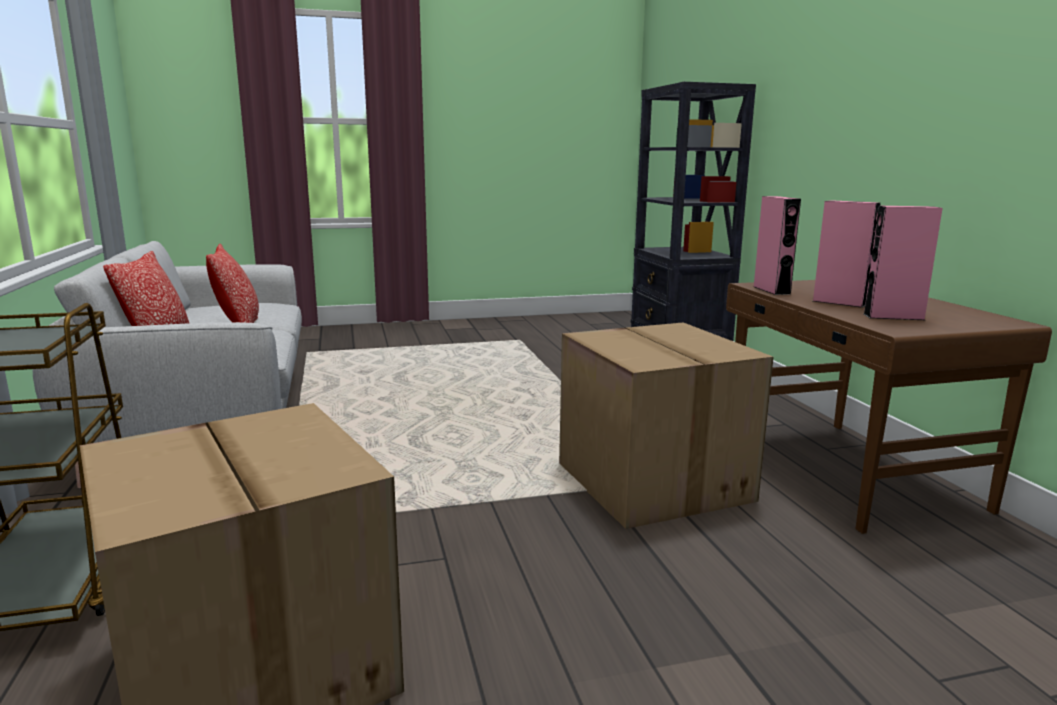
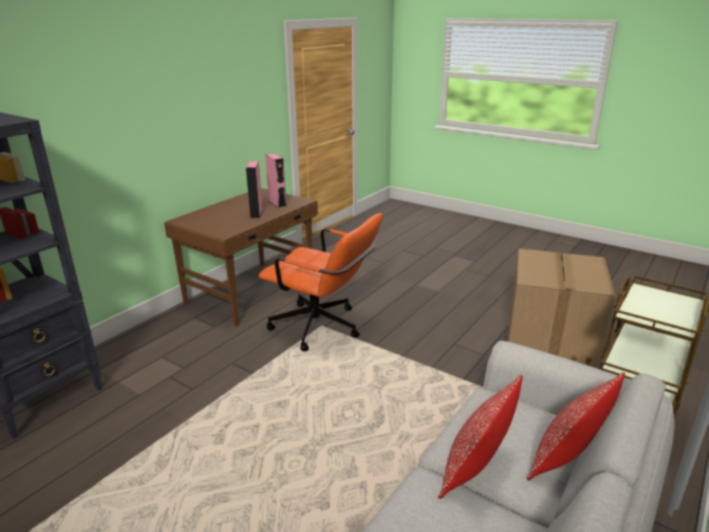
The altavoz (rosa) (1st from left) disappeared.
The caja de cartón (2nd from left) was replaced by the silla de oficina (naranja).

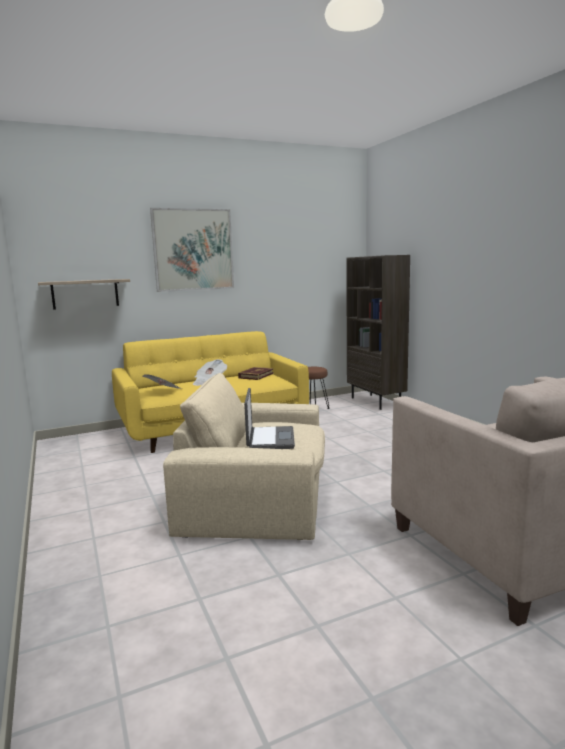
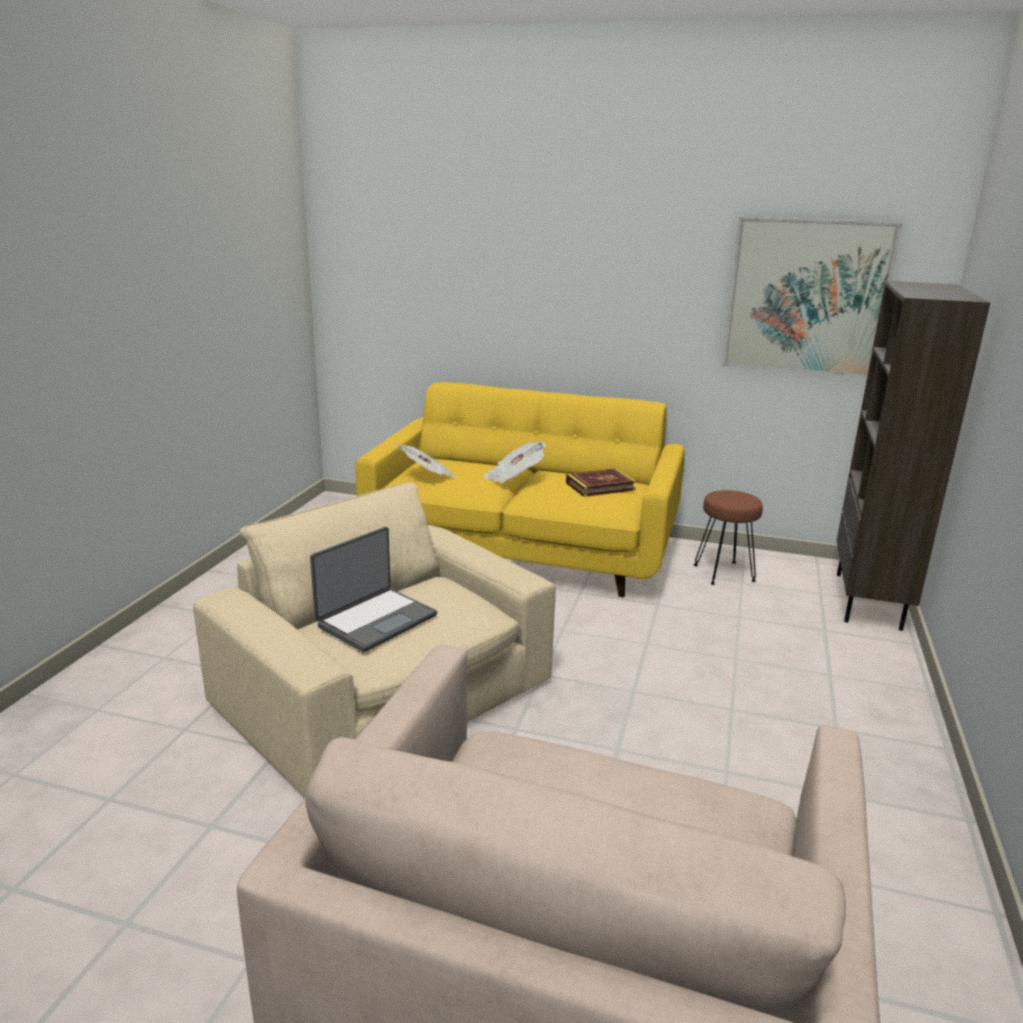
The cuadro moved.
The estante disappeared.

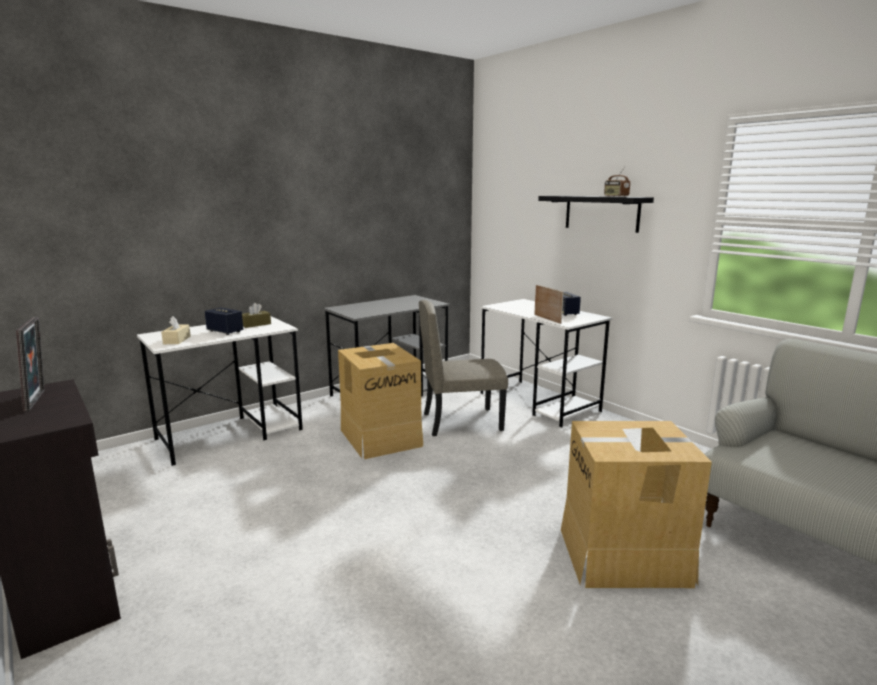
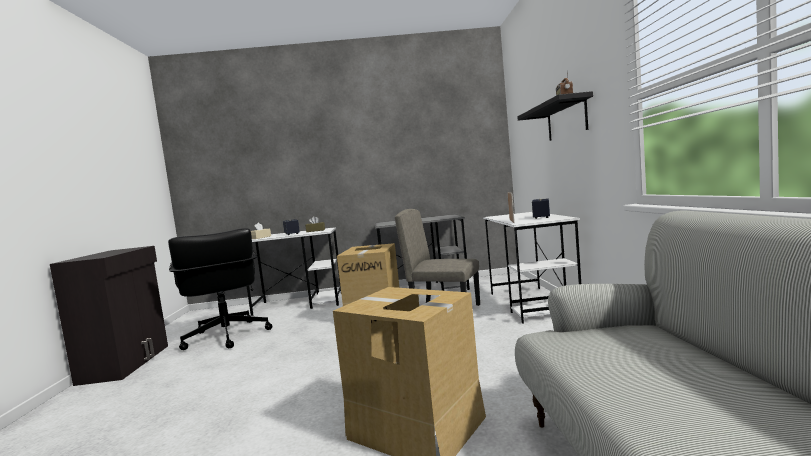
The portarretratos (1st from left) disappeared.
The silla de oficina (negro) appeared.

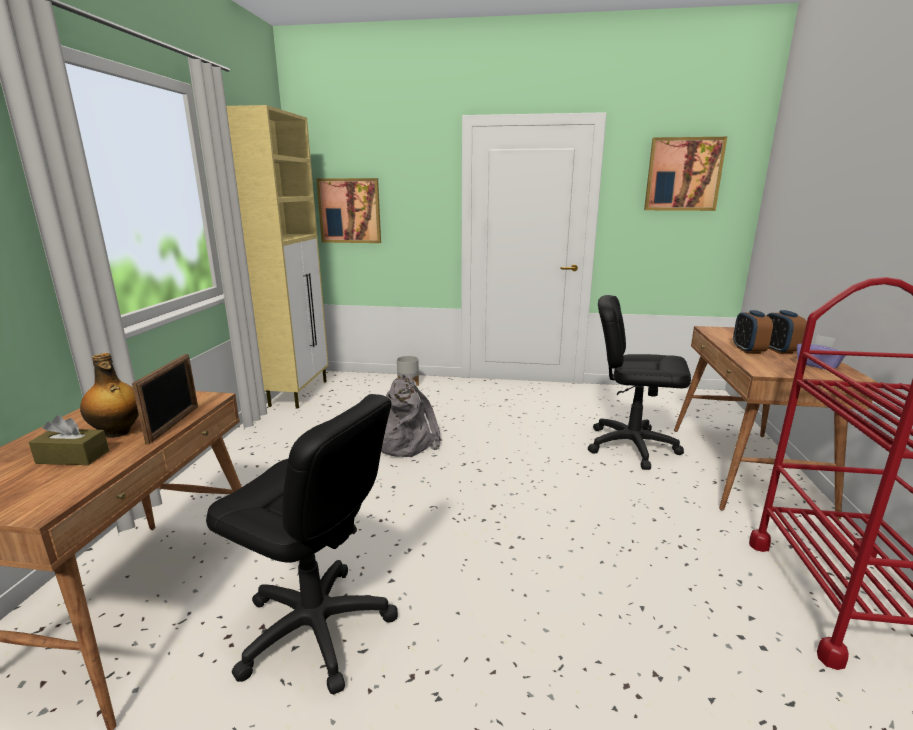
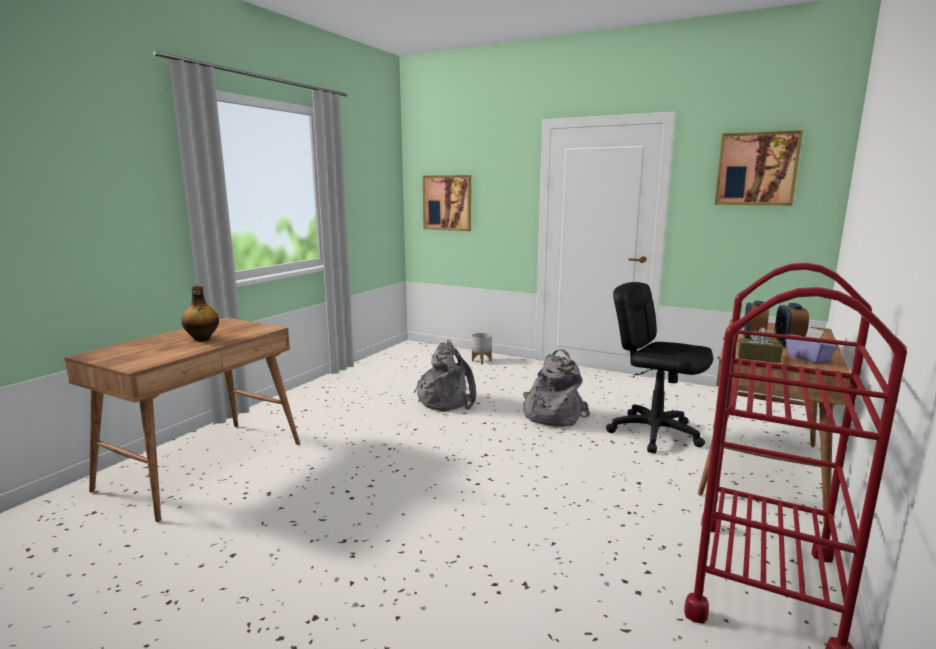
The armario (beis) disappeared.
The portarretratos disappeared.
The silla de oficina (negro) (1st from left) disappeared.
The caja de pañuelos (marrón) moved.
The mochila (gris) (2nd from left) appeared.

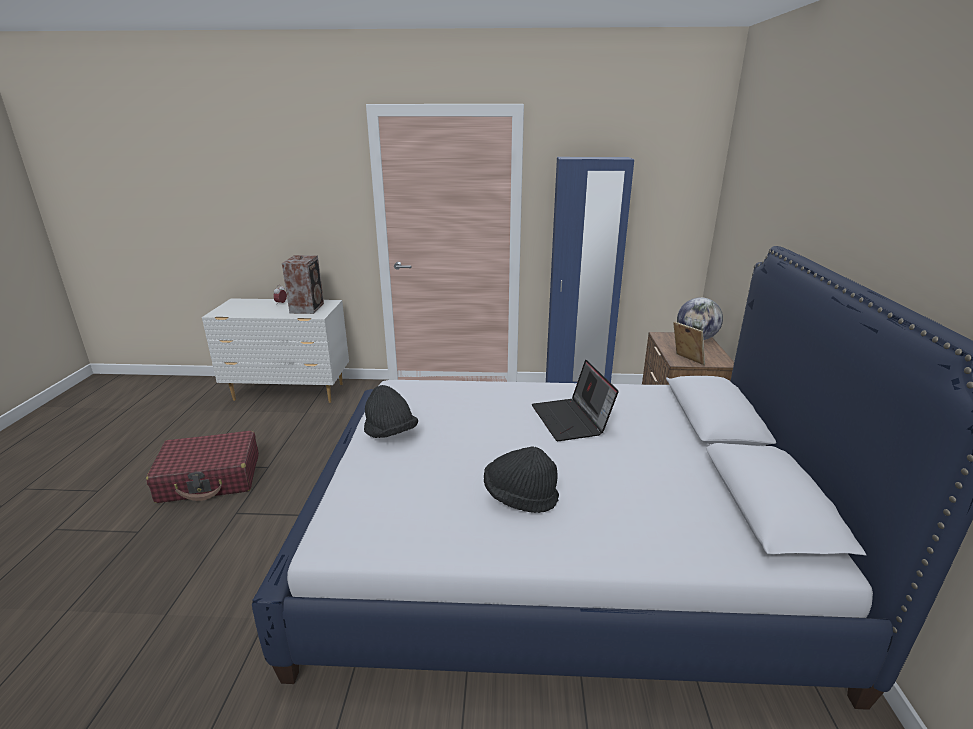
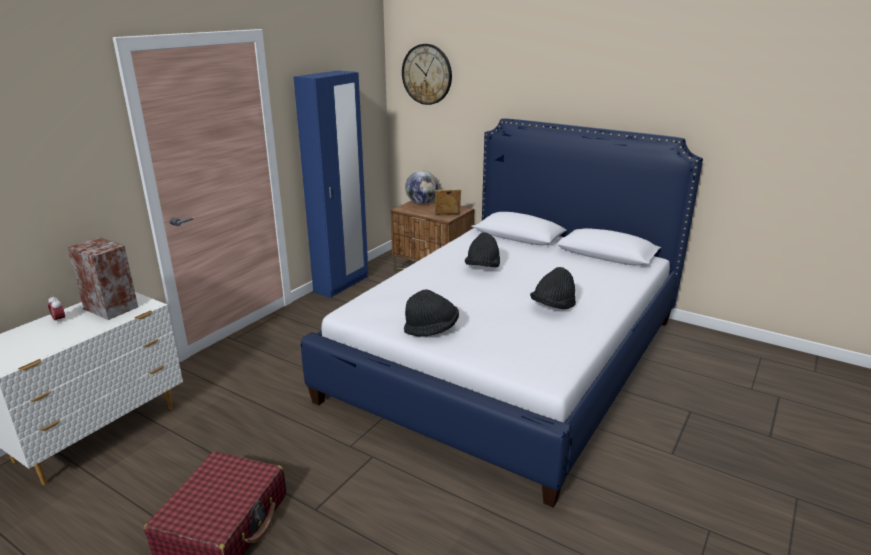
The portátil was replaced by the sombrero (negro) (2nd from left).
The reloj de pared appeared.

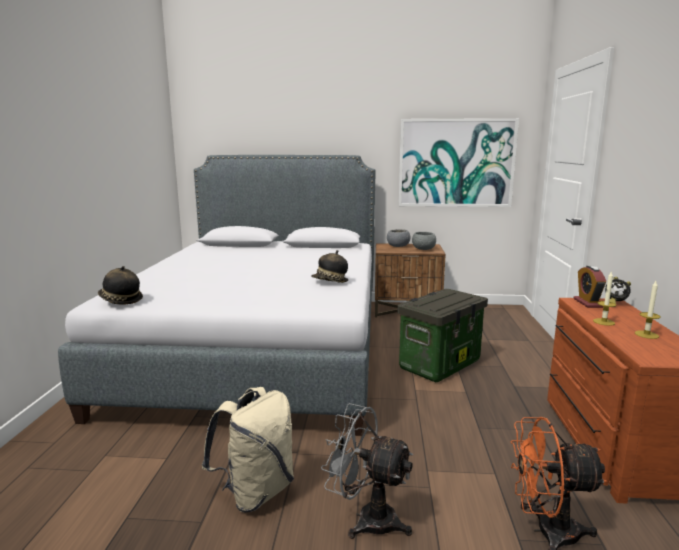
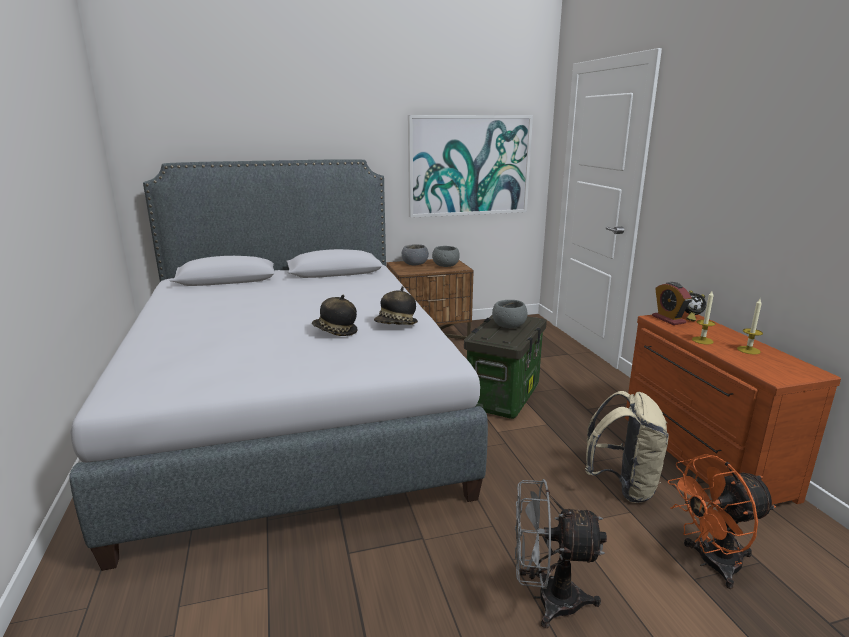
The sombrero (1st from left) moved.
The mochila (beis) moved.
The cuenco (gris) (3rd from left) appeared.

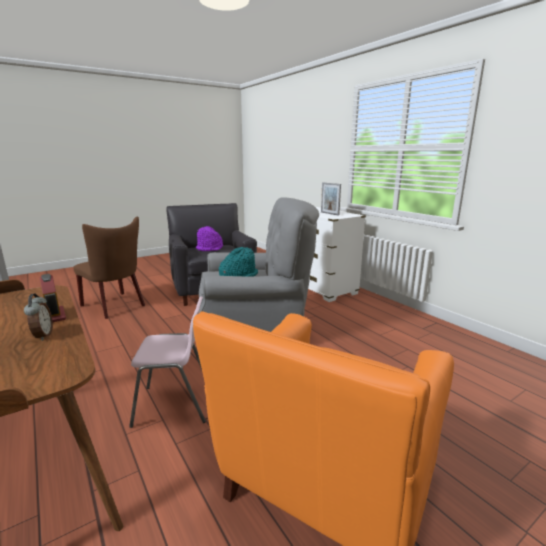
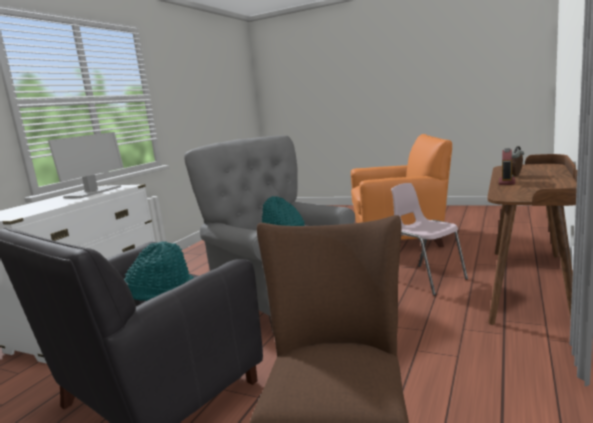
The portarretratos was replaced by the monitor.
The sombrero (morado) became the sombrero (turquesa) (1st from left).

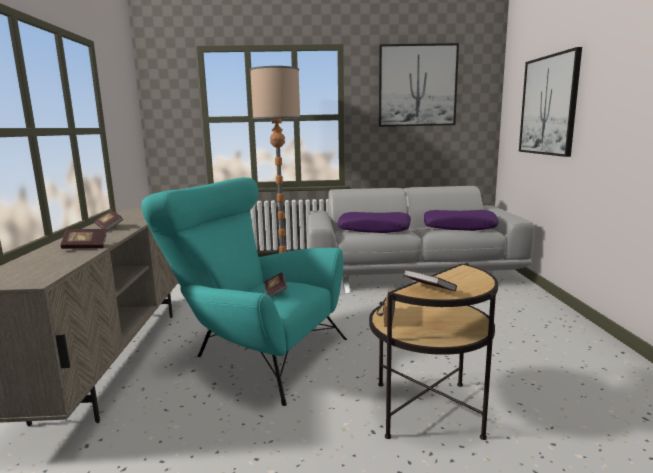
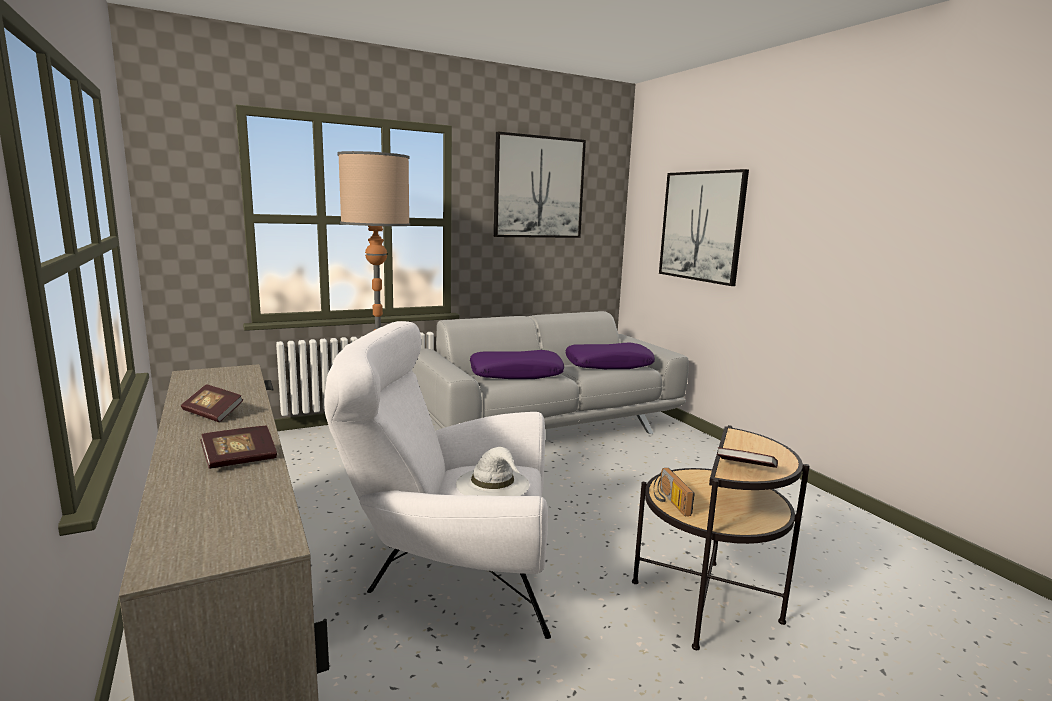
The sillón (turquesa) became the sillón (blanco).
The libro (3rd from left) was replaced by the sombrero (blanco).

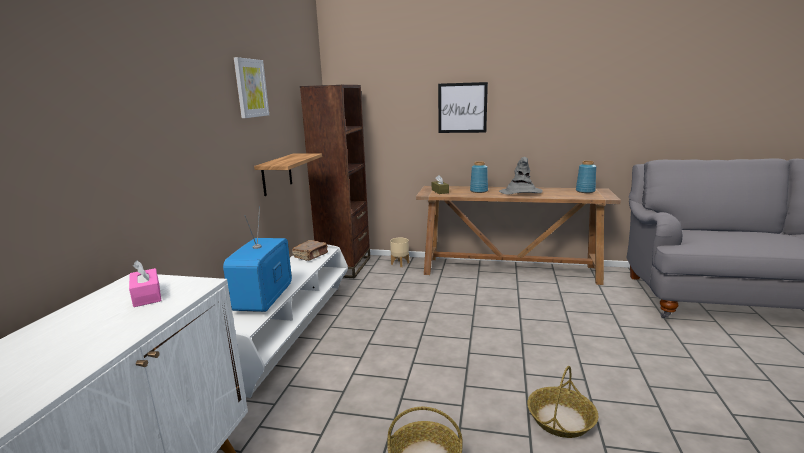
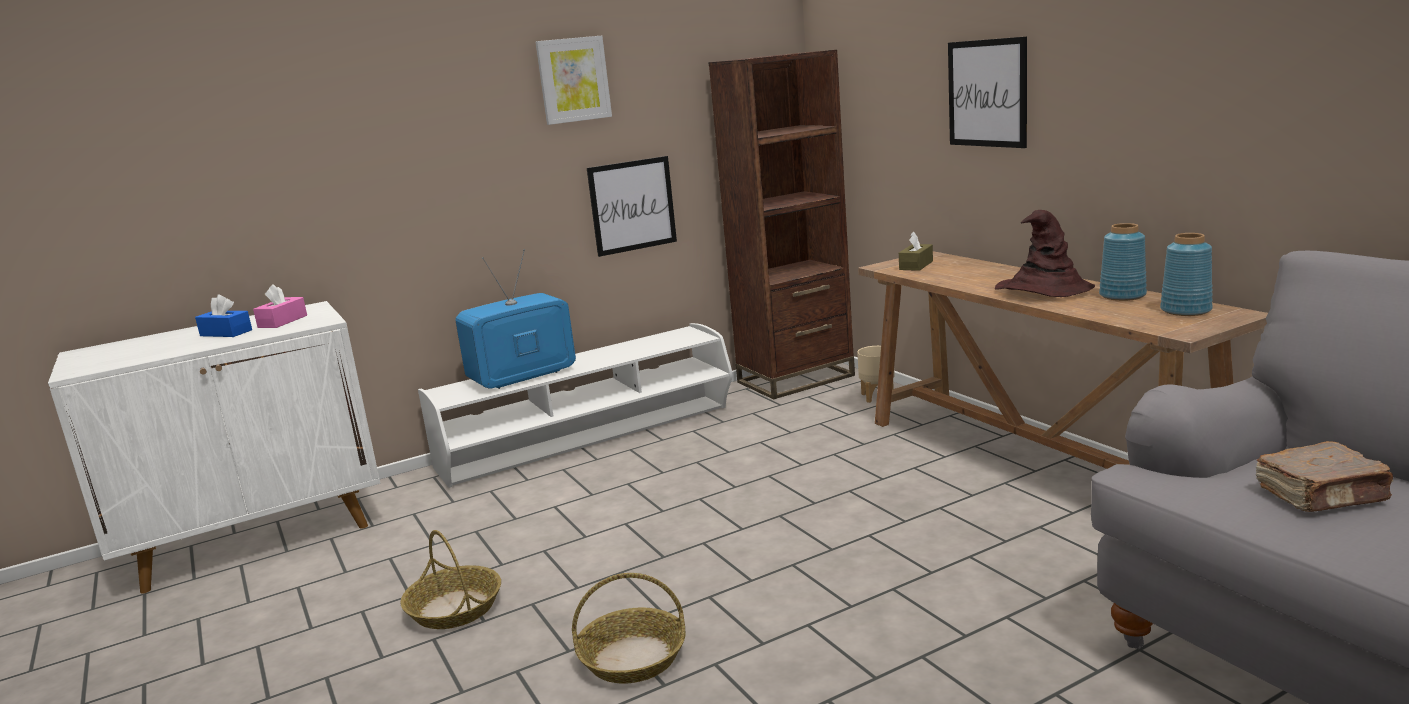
The estante was replaced by the cuadro (2nd from left).
The sombrero (gris) became the sombrero (marrón).
The florero (azul) (1st from left) moved.
The libro (marrón) moved.
The caja de pañuelos (azul) appeared.

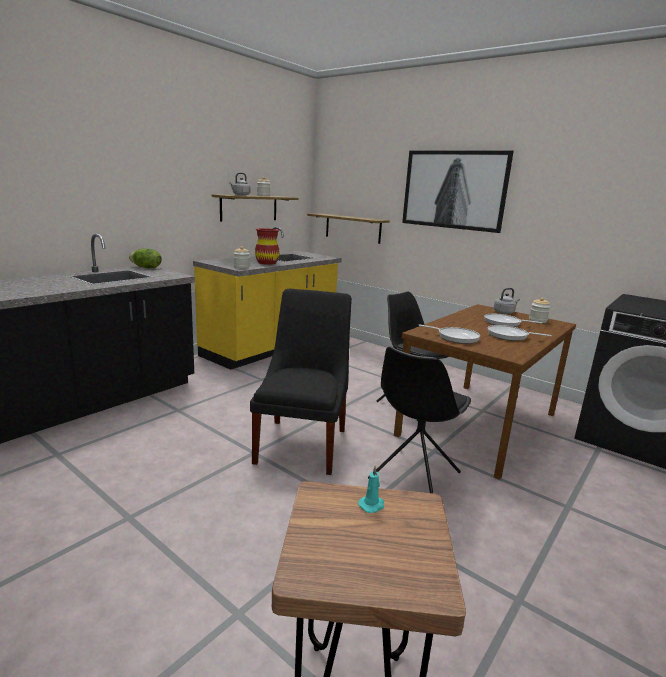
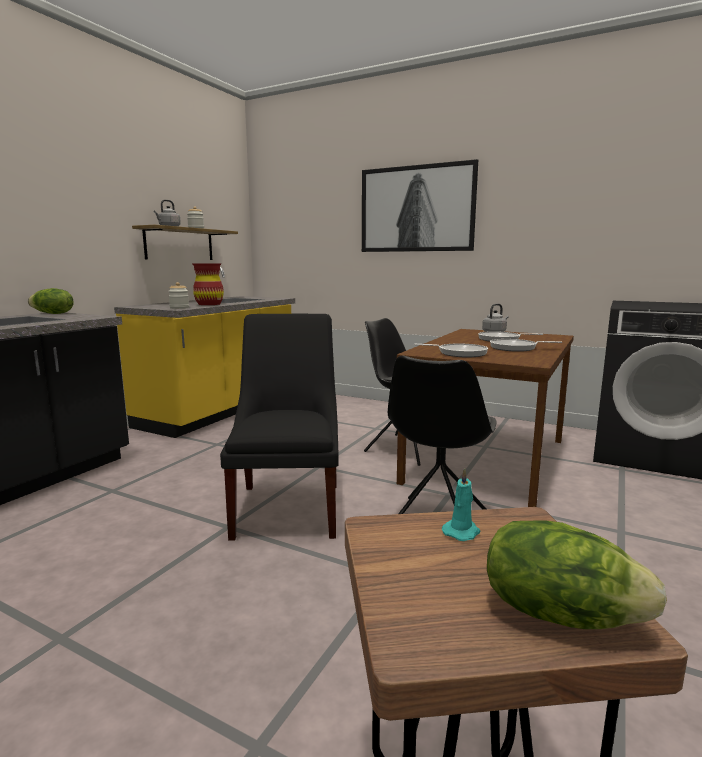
The estante (2nd from left) disappeared.
The tarro (3rd from left) disappeared.
The lechuga (2nd from left) appeared.

